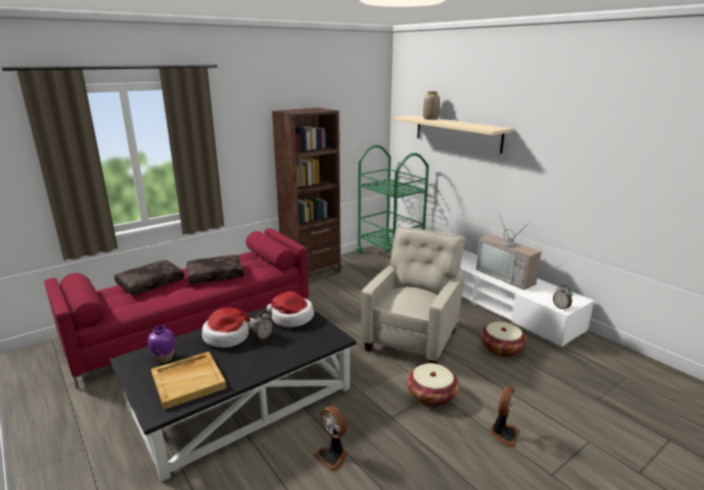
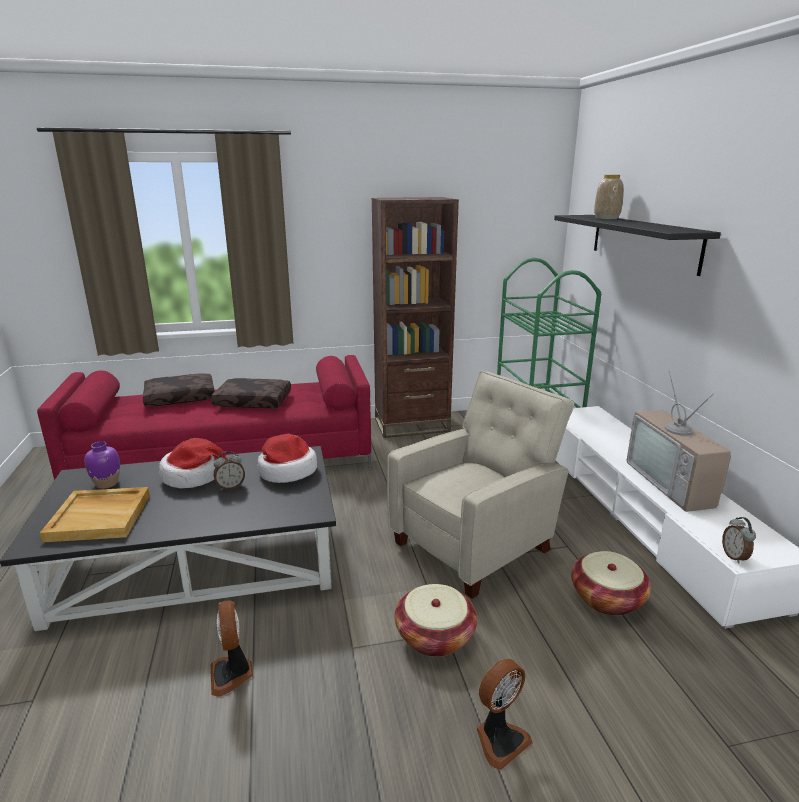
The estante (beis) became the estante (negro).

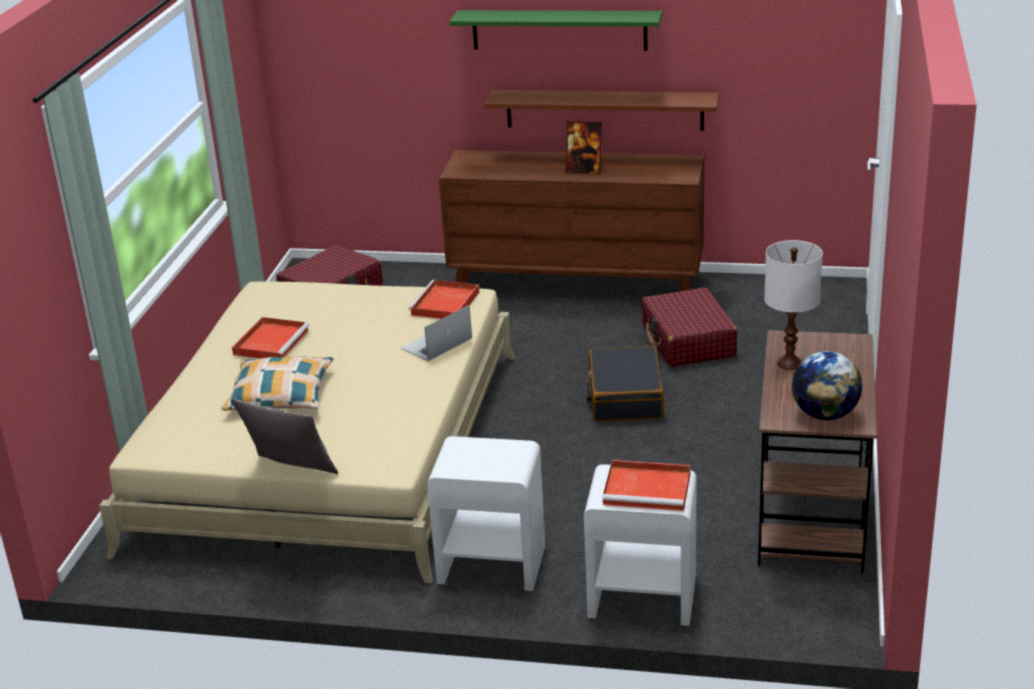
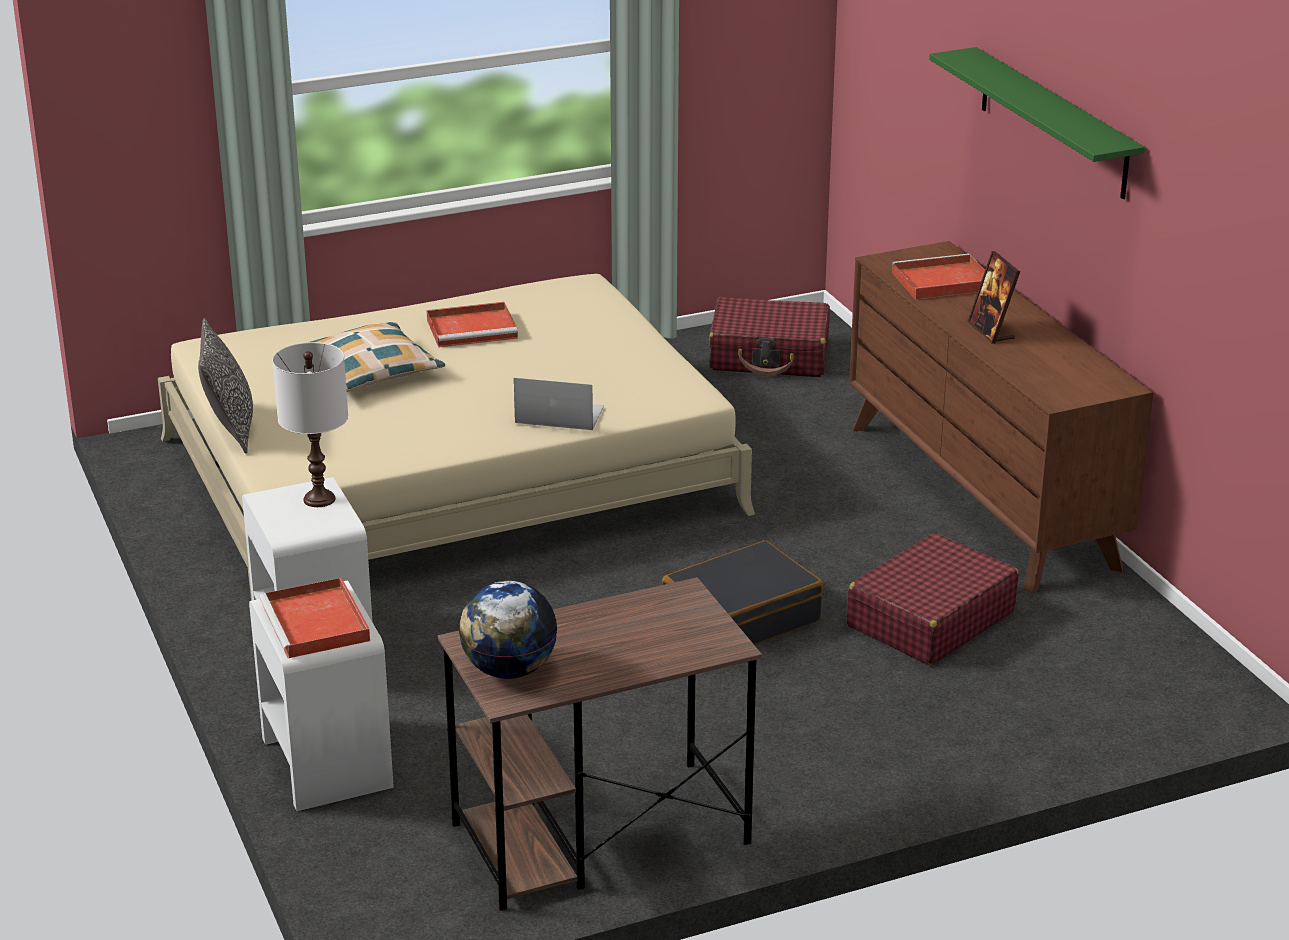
The estante (marrón) disappeared.
The lámpara de mesa (blanco) moved.
The bandeja (rojo) (2nd from left in the first image) moved.

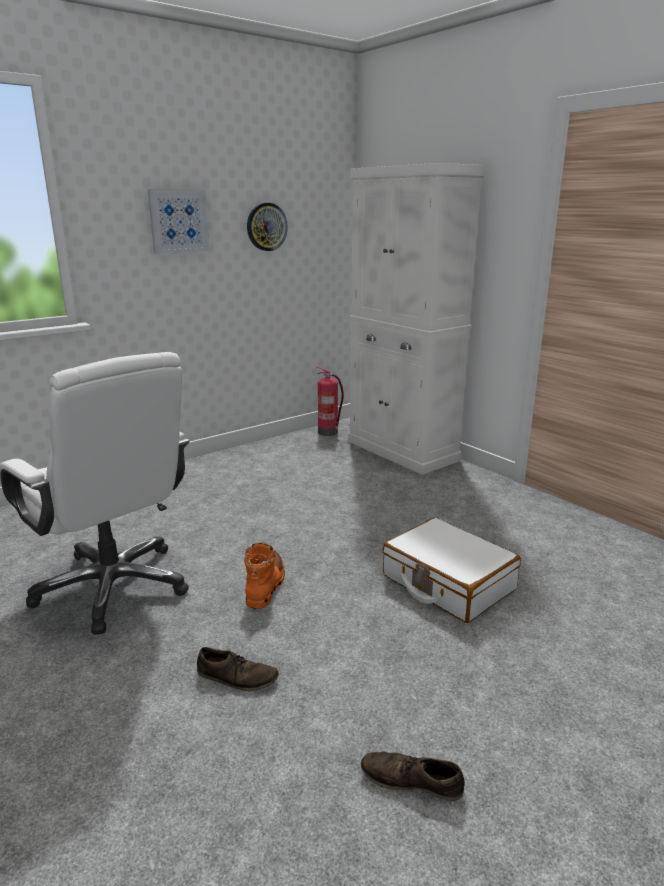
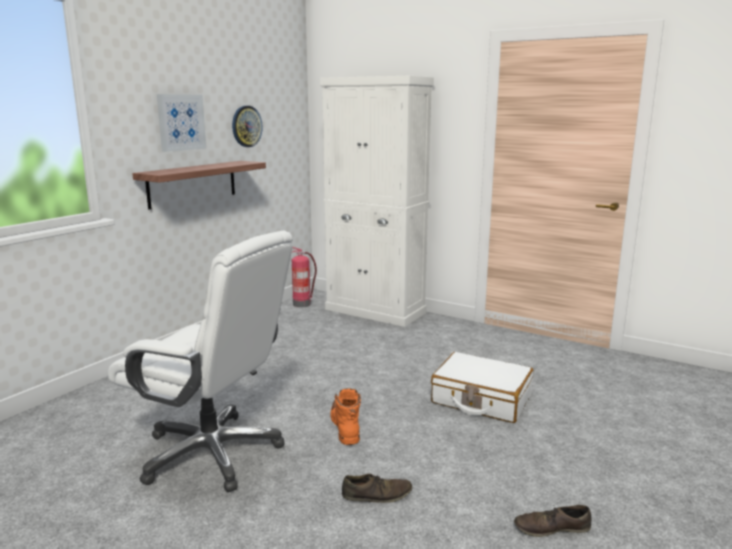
The estante appeared.

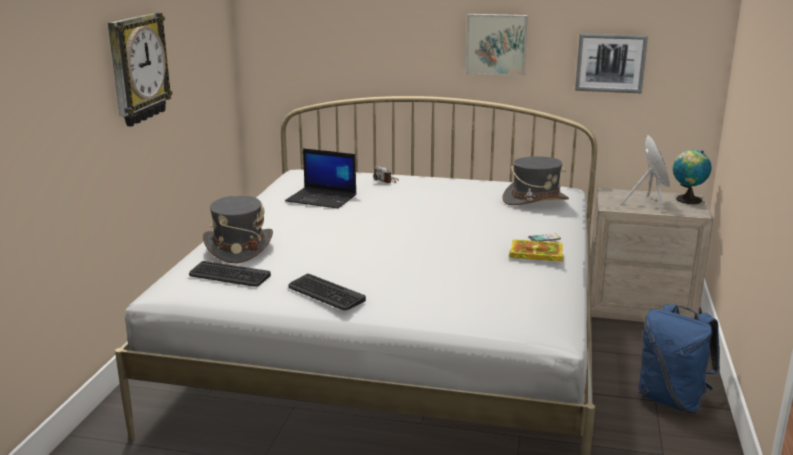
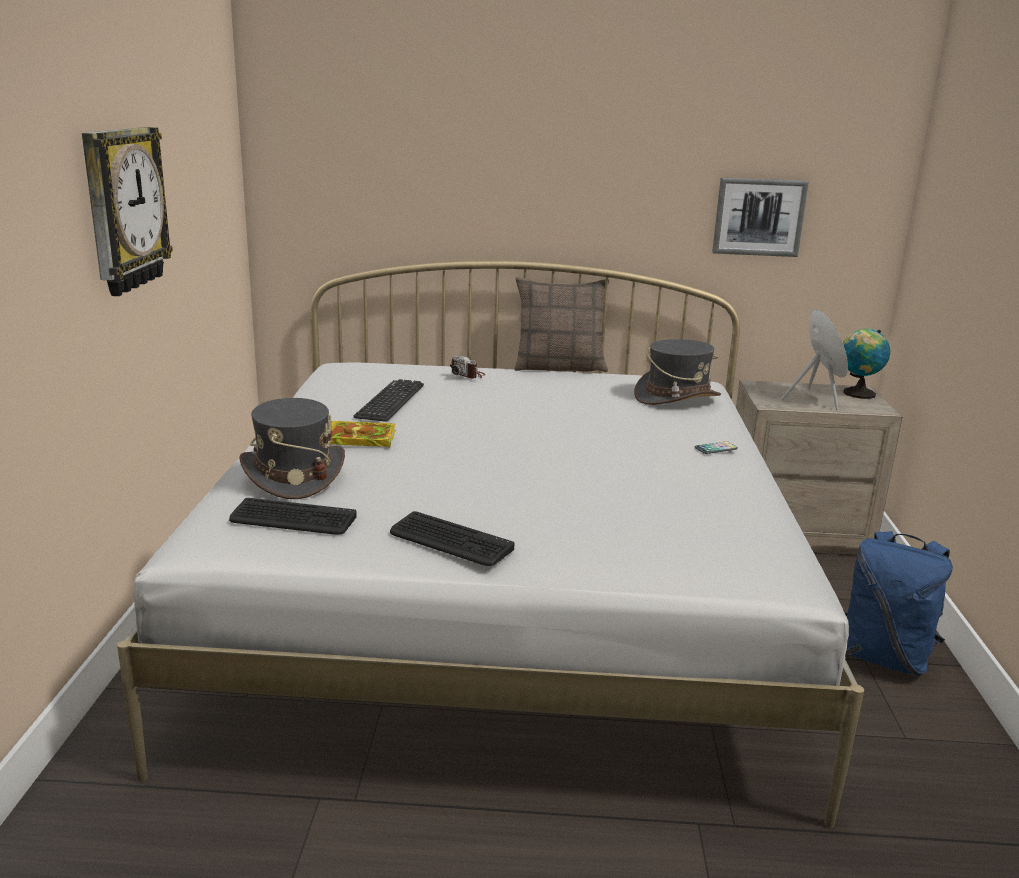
The cuadro (1st from left) disappeared.
The portátil was replaced by the teclado (2nd from left).
The libro moved.
The cojín appeared.

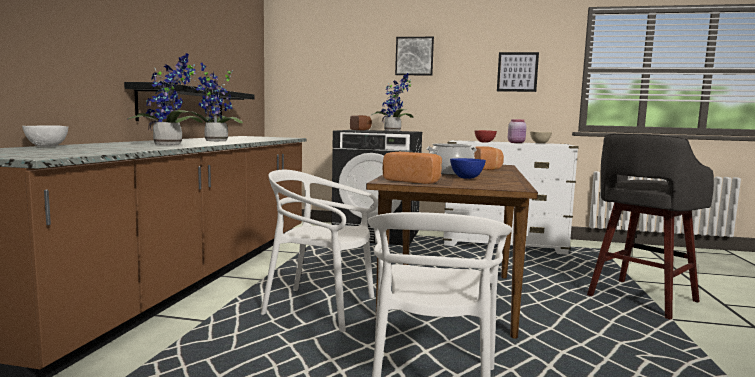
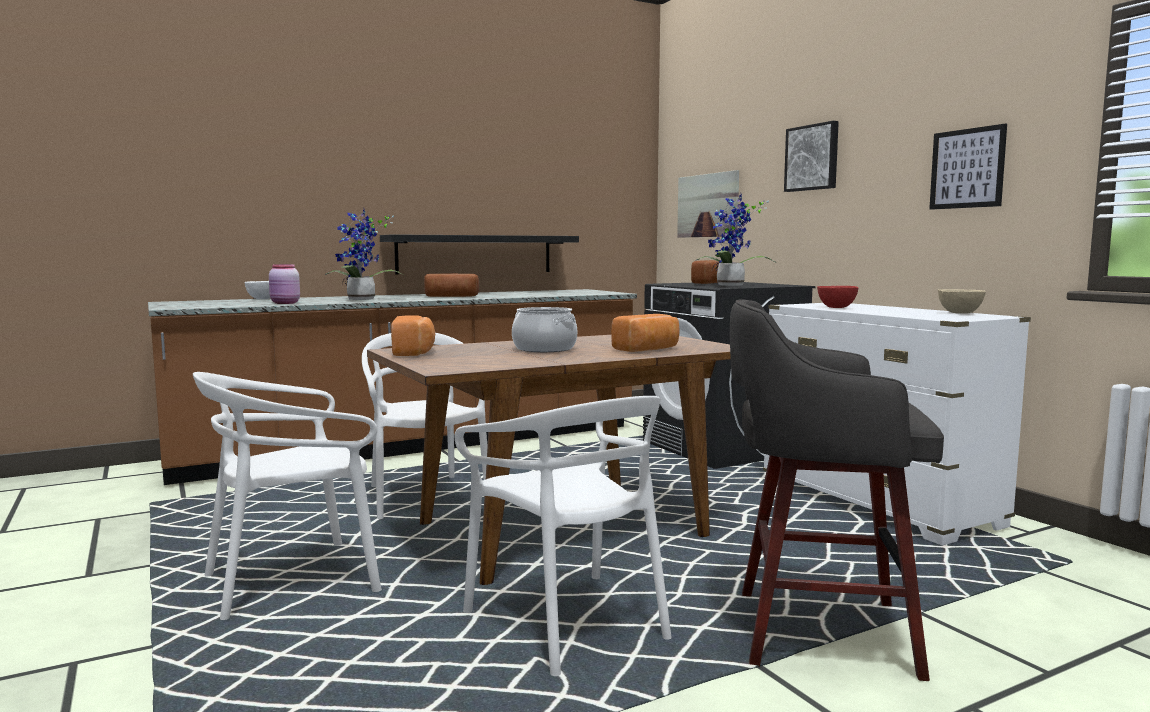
The planta en maceta (2nd from left) was replaced by the pan (2nd from left).
The tarro (rosa) moved.
The cuenco (azul) disappeared.
The cuadro (1st from left) appeared.
The silla (blanco) (3rd from left) appeared.

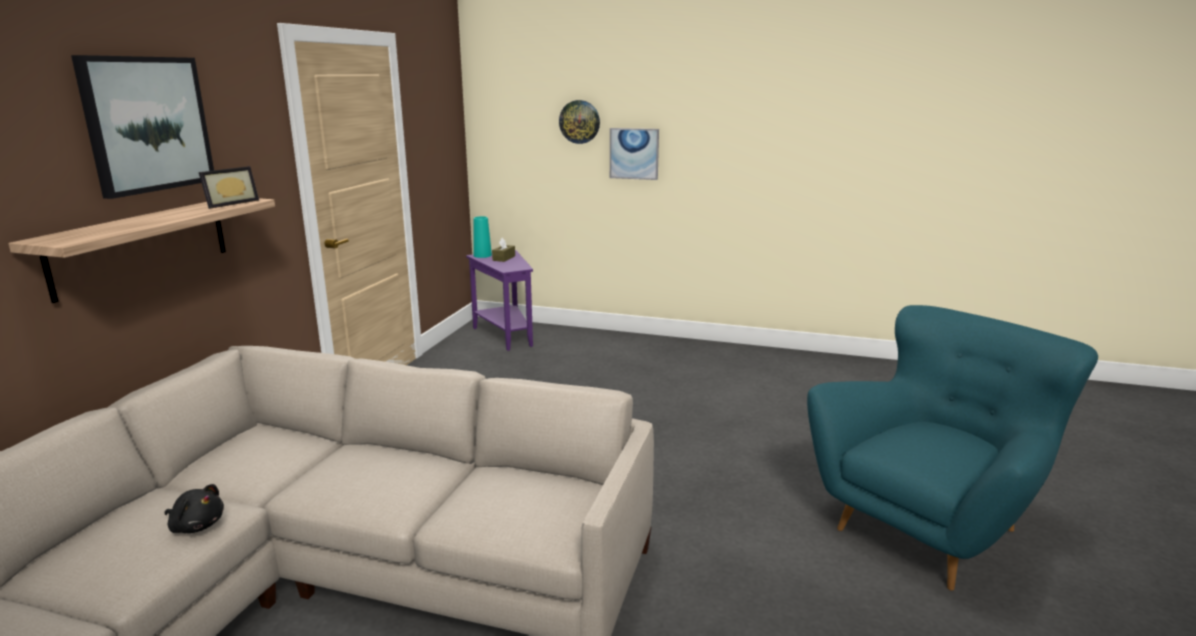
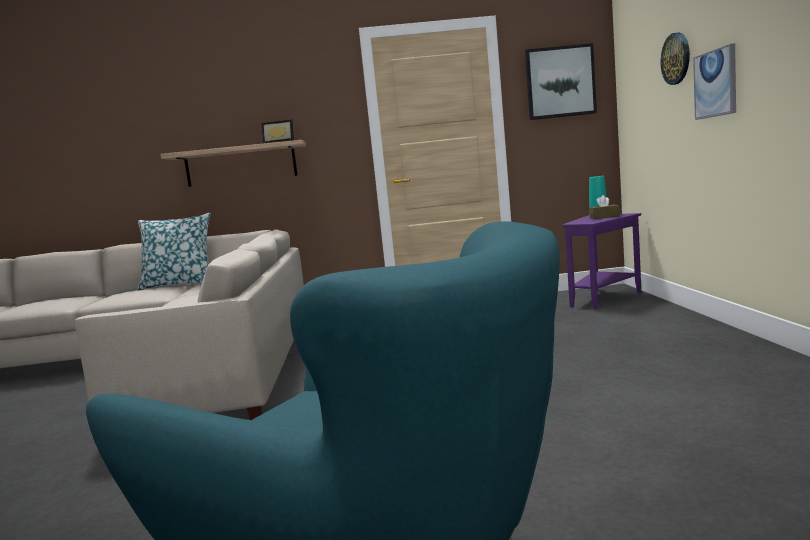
The cuadro (1st from left) moved.
The peluche (negro) disappeared.
The cojín appeared.

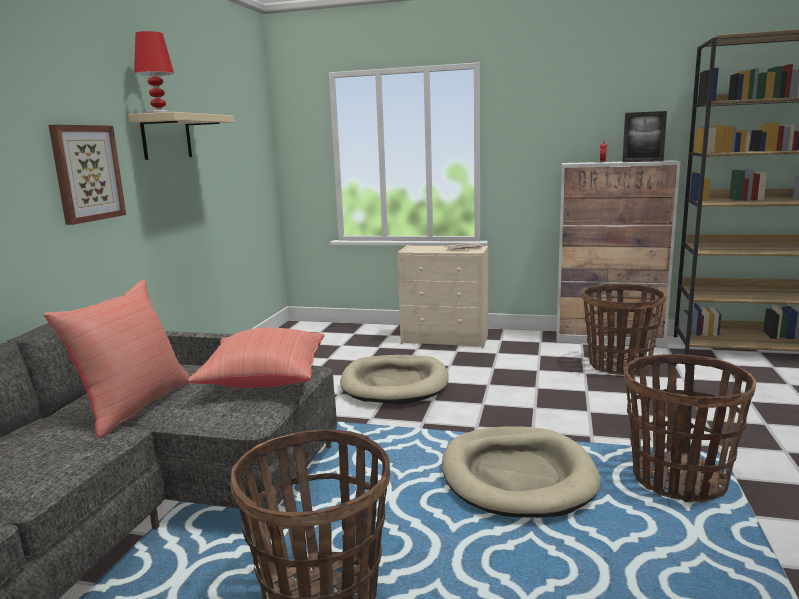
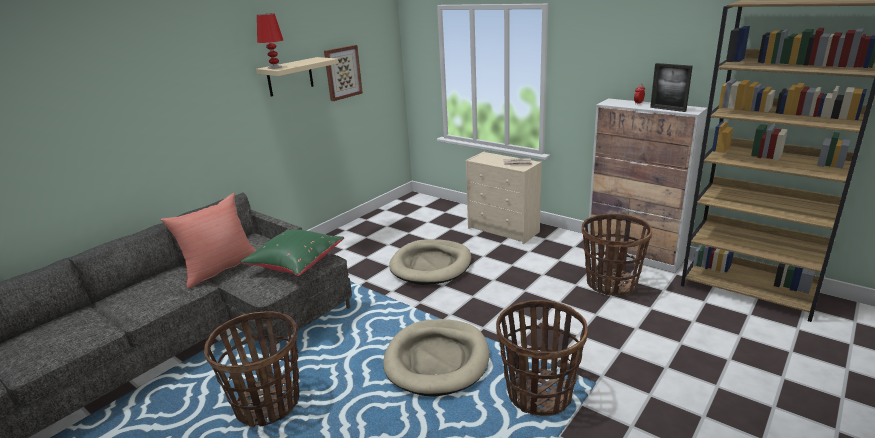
The cuadro moved.
The cojín (rojo) (2nd from left) became the cojín (verde).

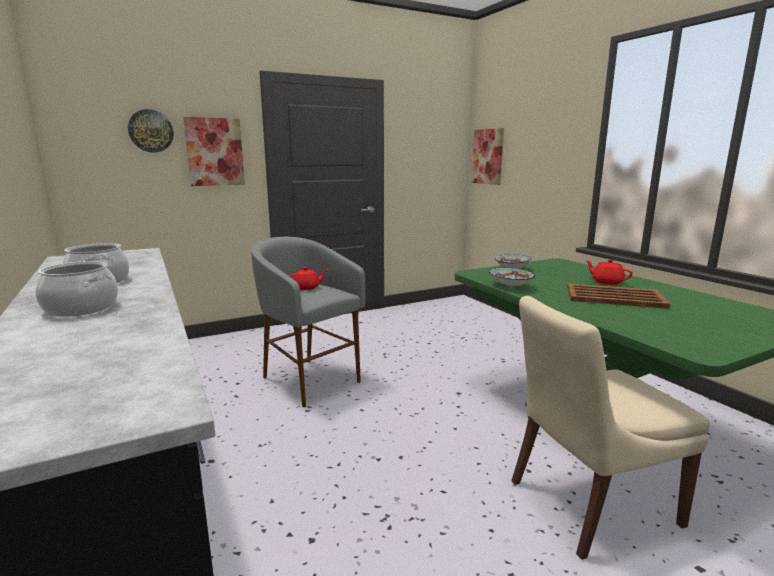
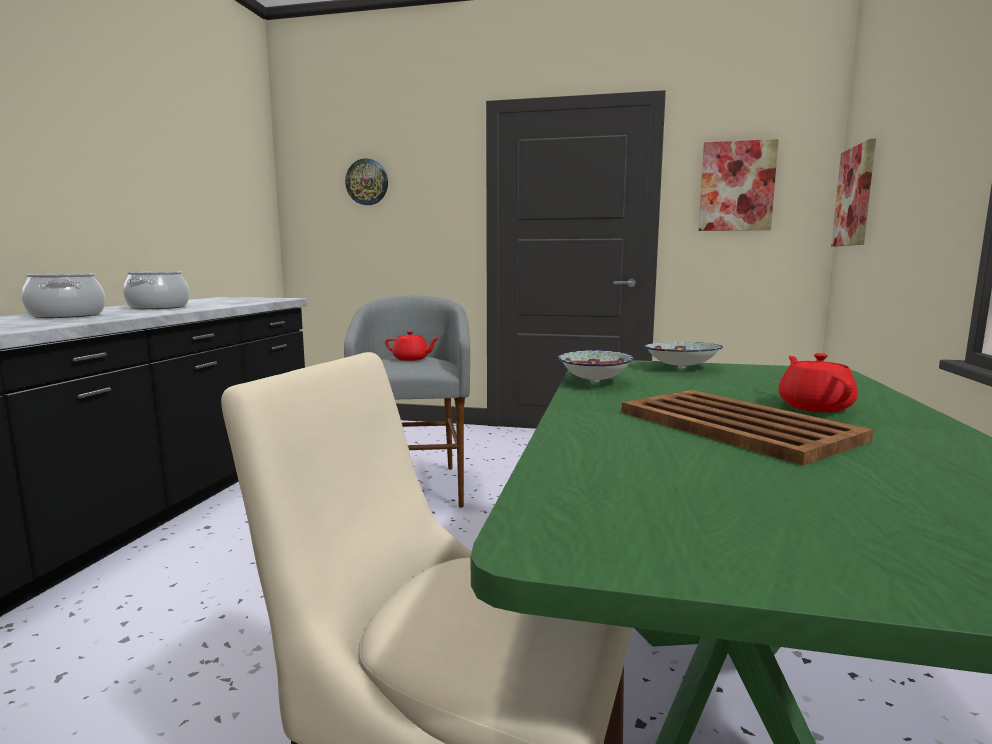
The cuadro (1st from left) moved.

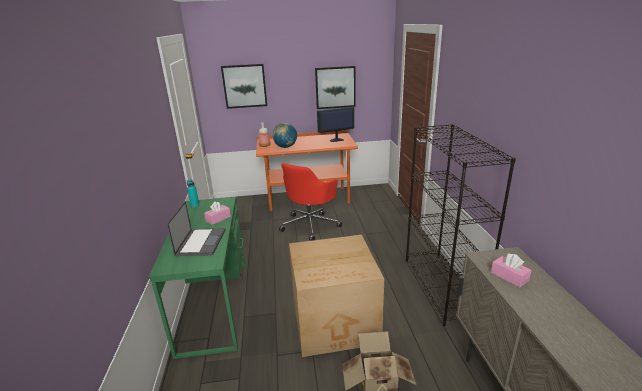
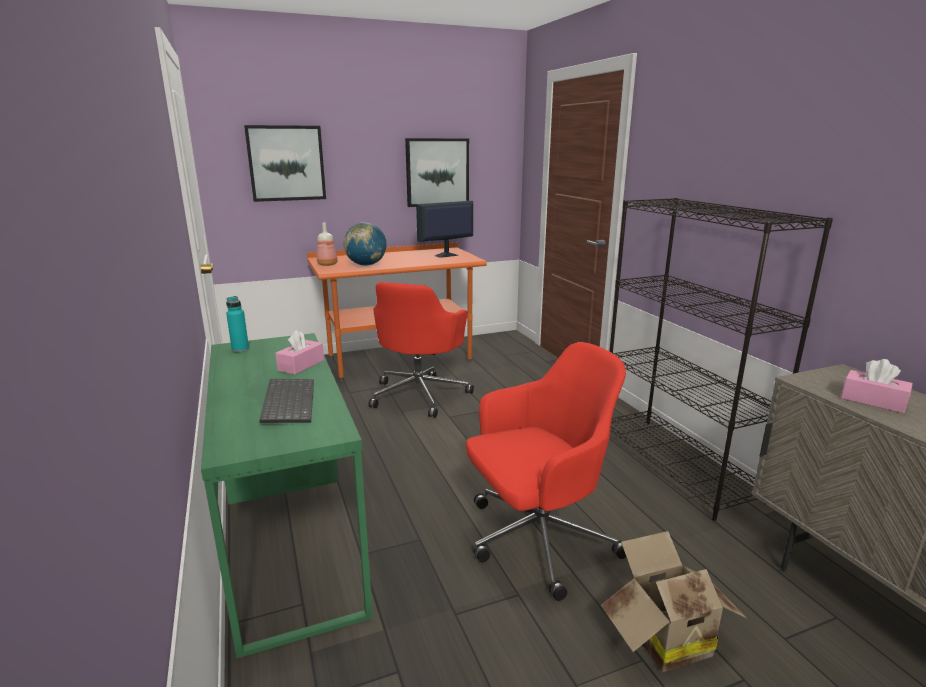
The portátil was replaced by the teclado.
The caja de cartón (1st from left) was replaced by the silla de oficina (rojo) (2nd from left).

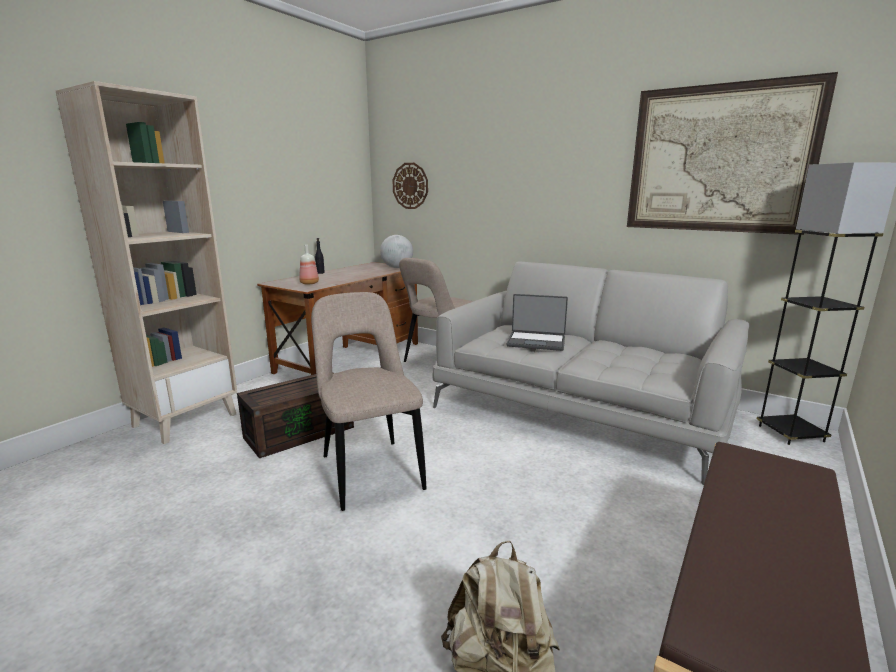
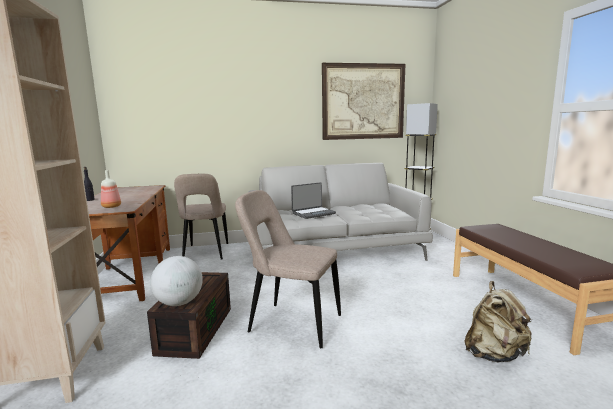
The reloj de pared disappeared.
The globo terráqueo moved.

